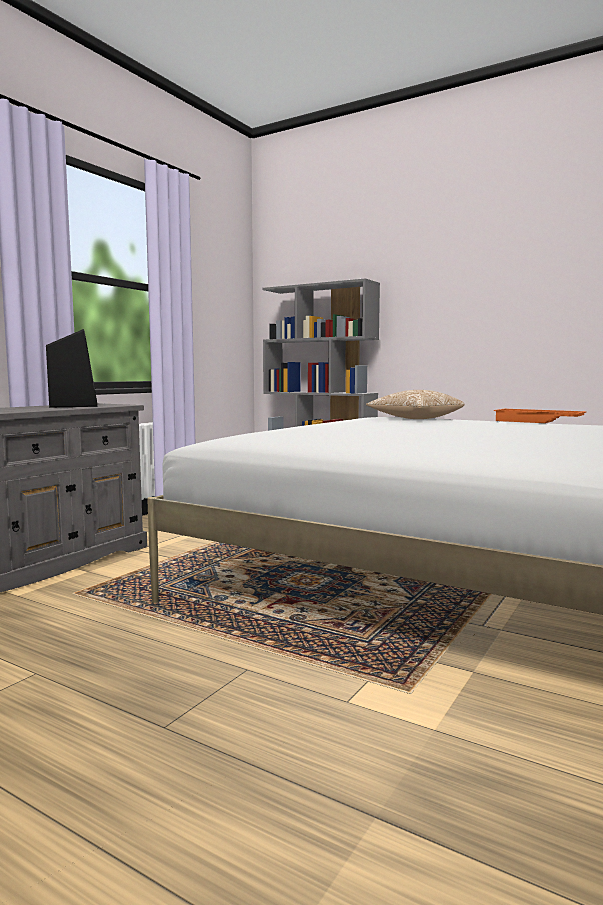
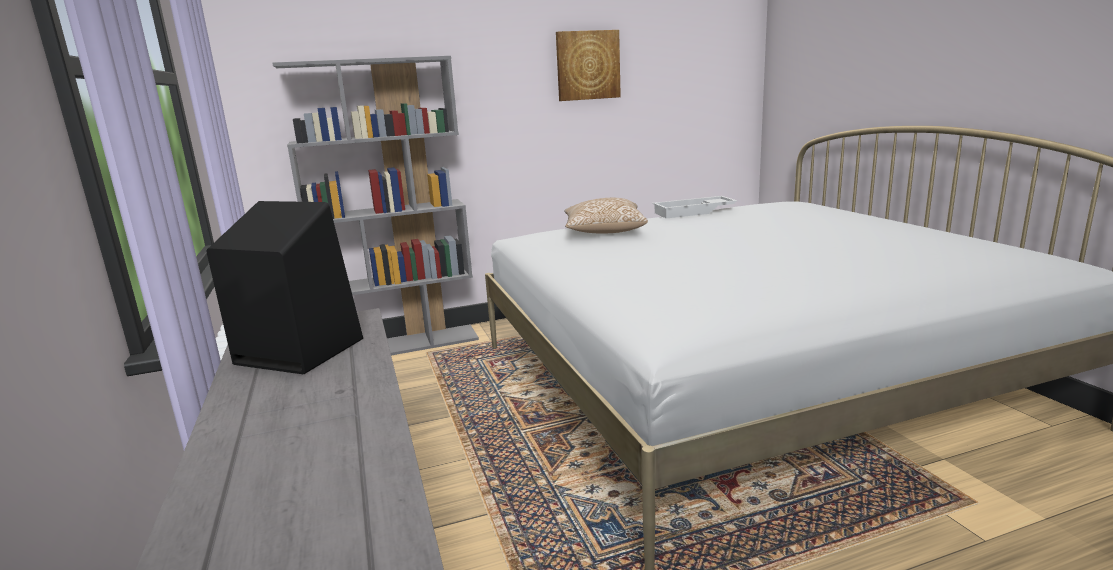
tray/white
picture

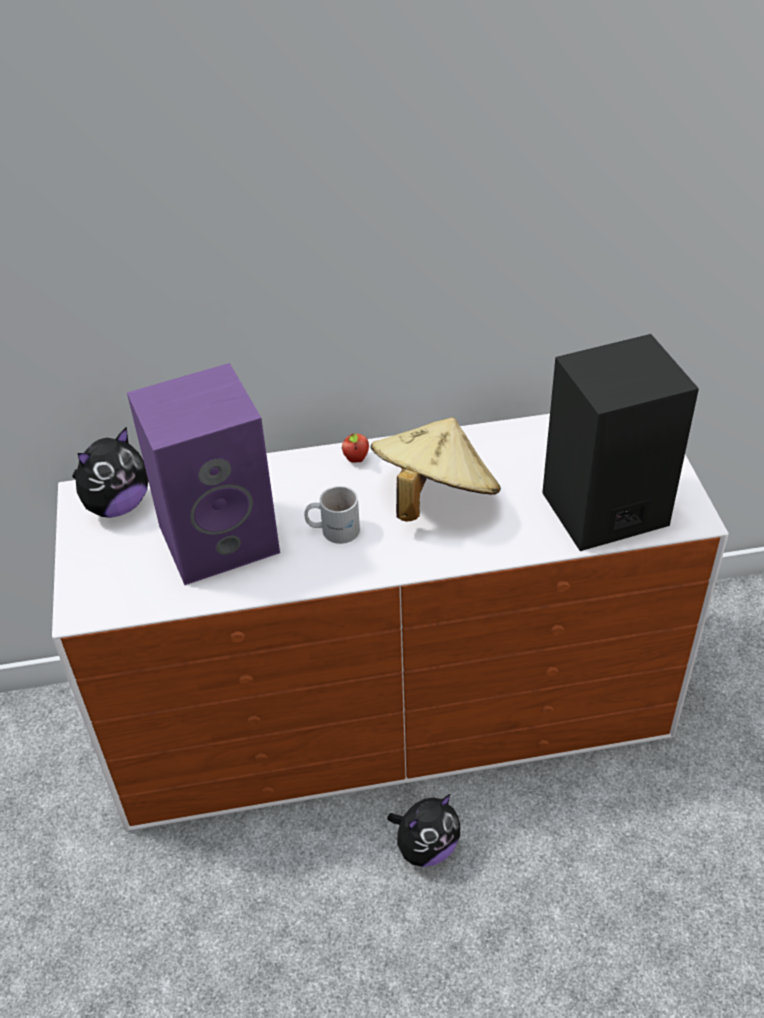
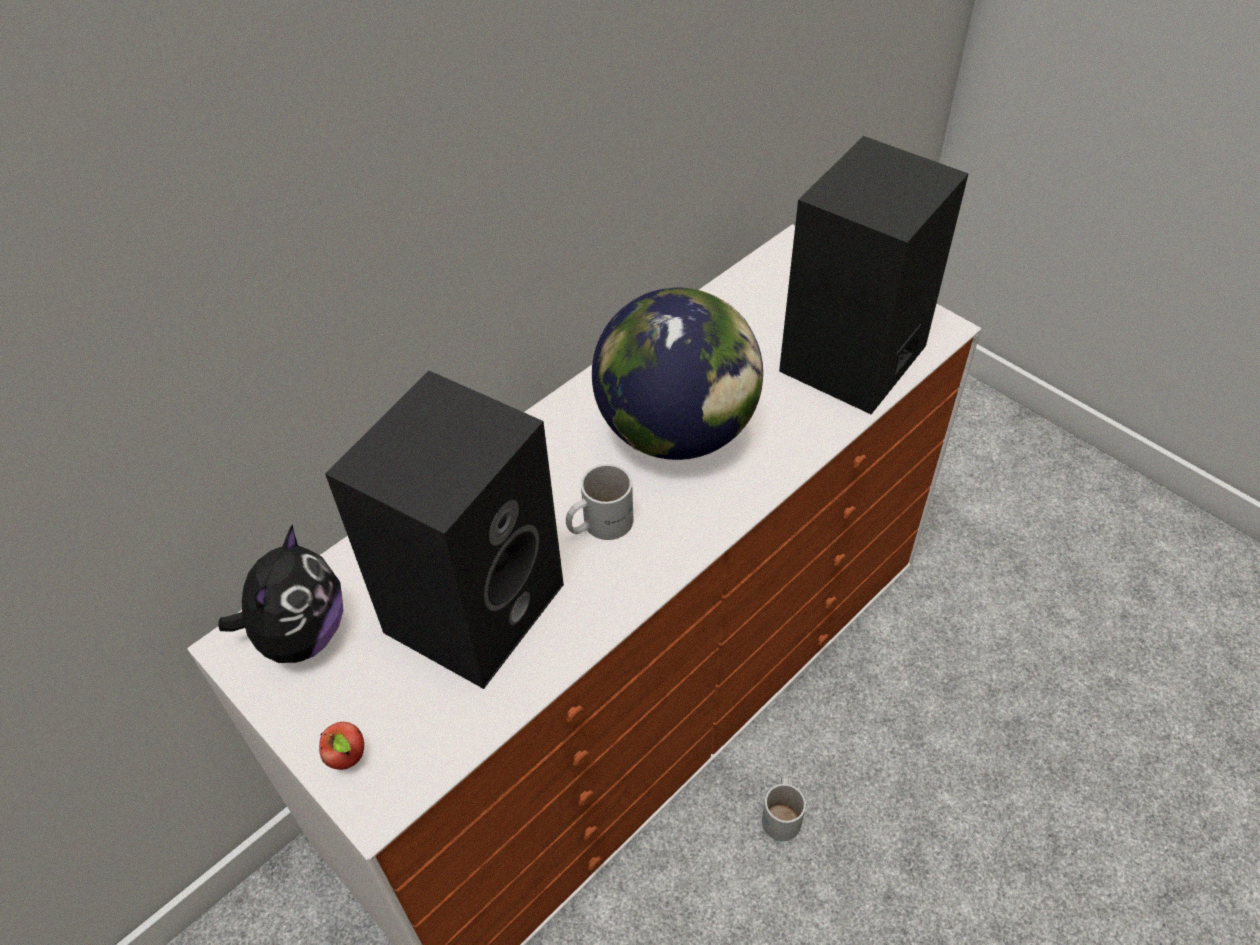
speaker/black (1st from left)
globe
apple
mug/white (2nd from left)

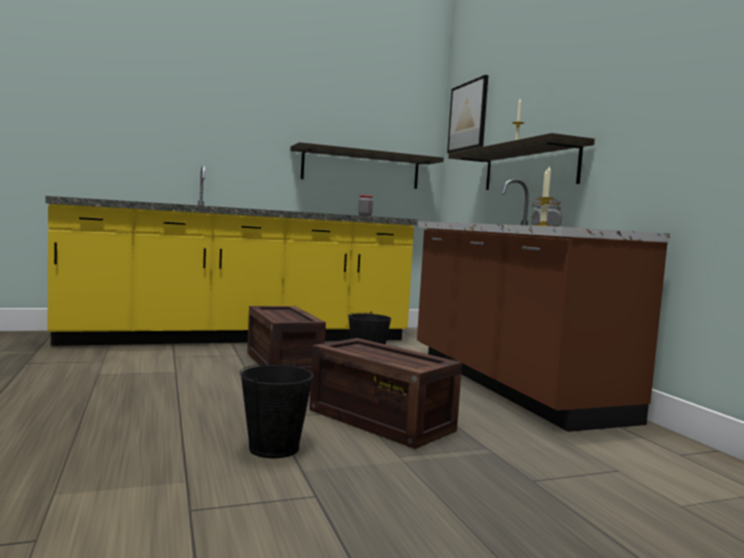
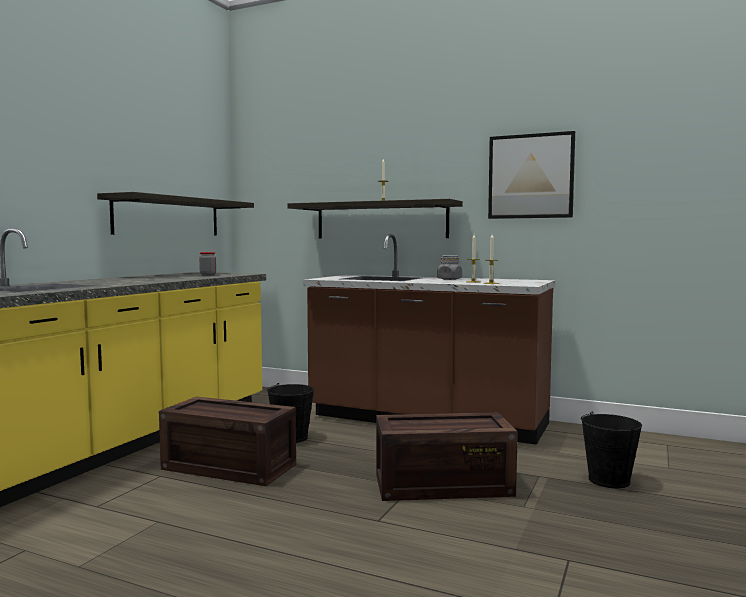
picture
bucket/black (2nd from left)

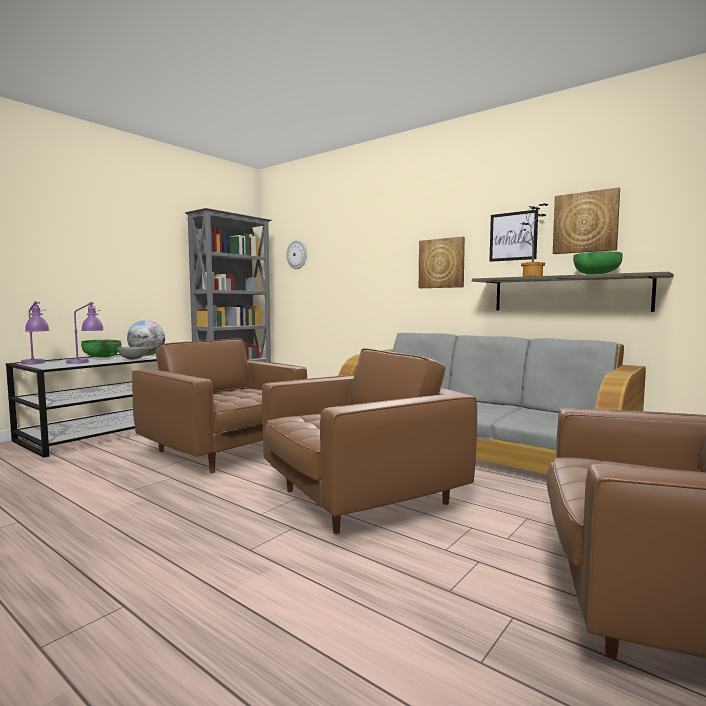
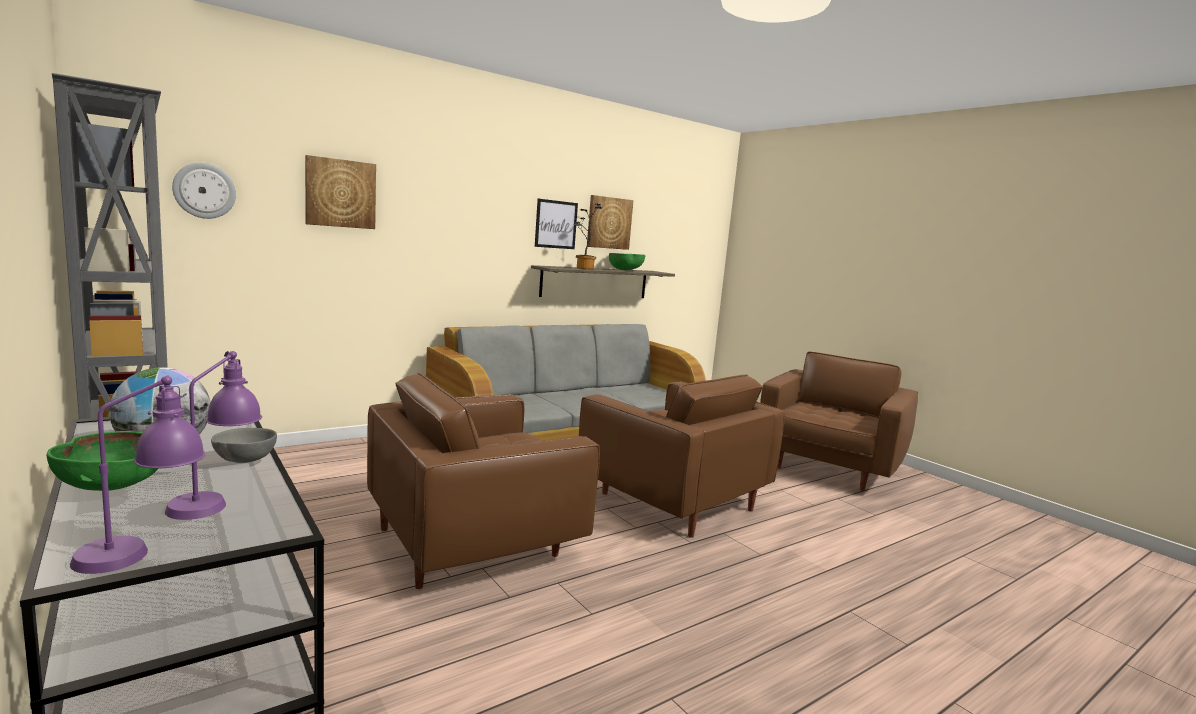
picture (1st from left)
armchair/brown (2nd from left)

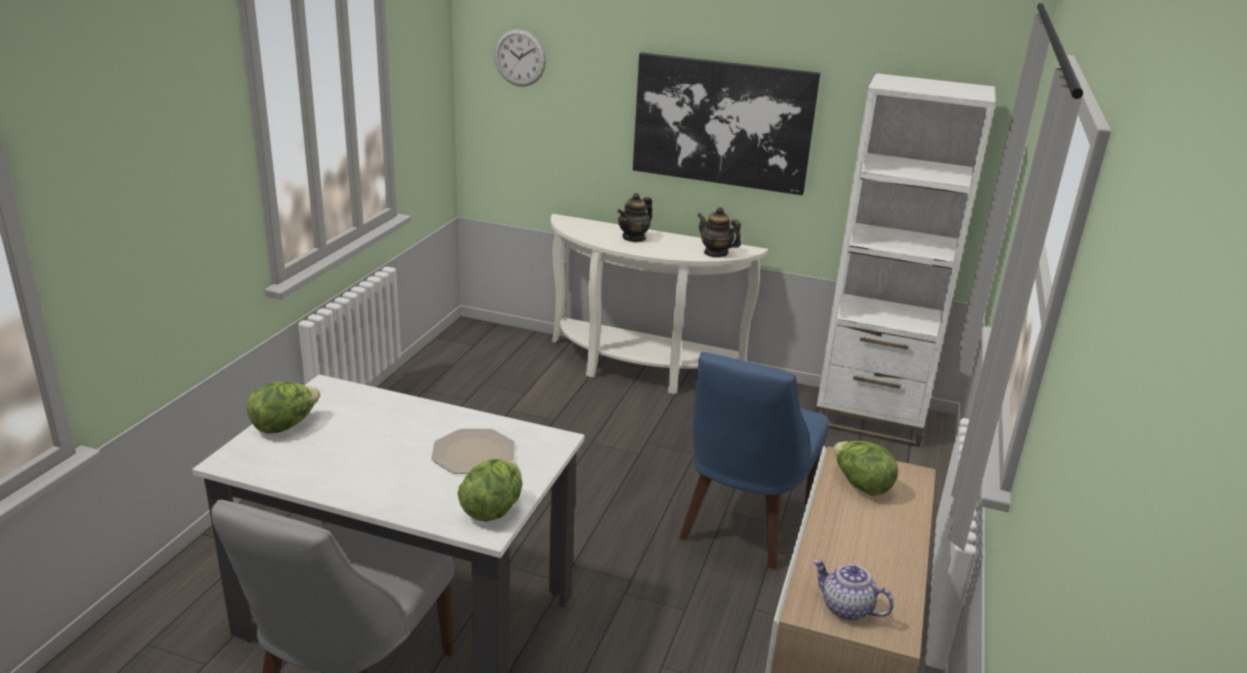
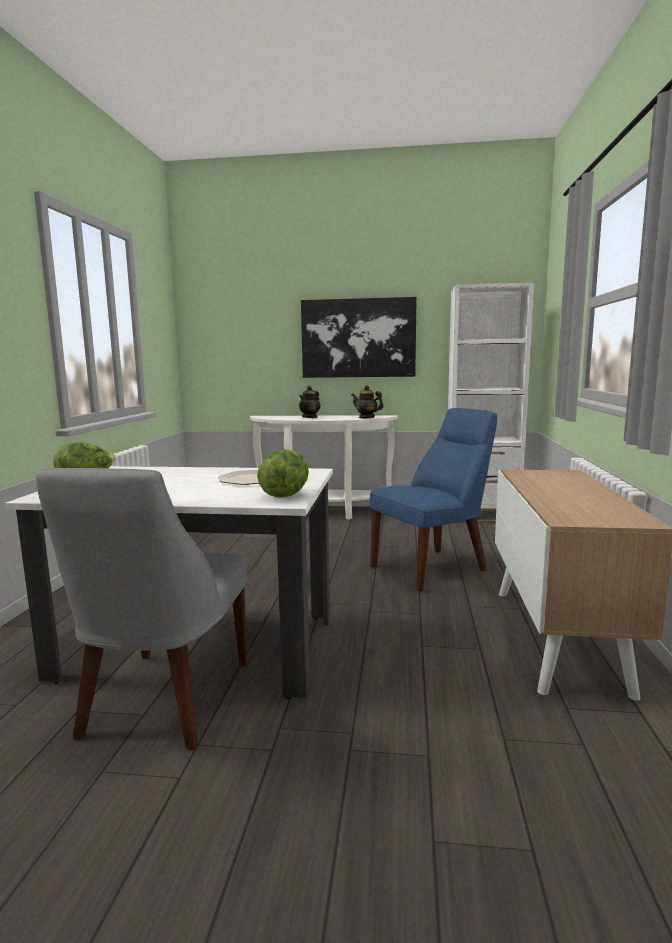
wall clock
chair/blue
lettuce (3rd from left in the first image)
teapot (3rd from left in the first image)

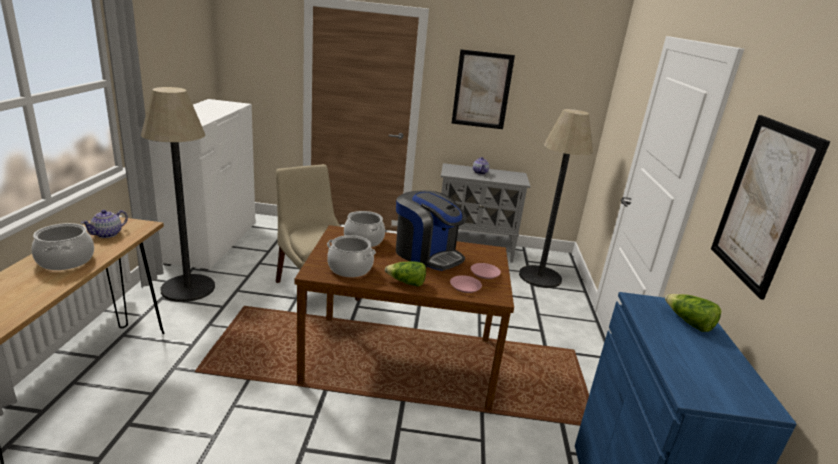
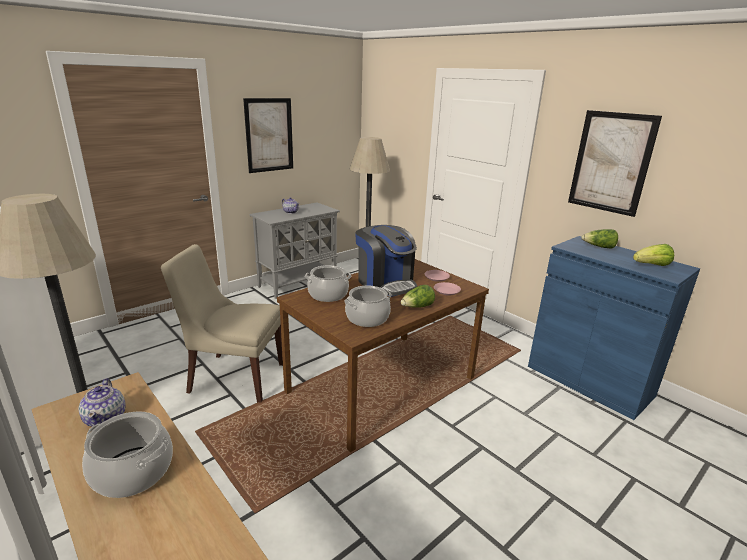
coffee machine
lettuce (3rd from left)

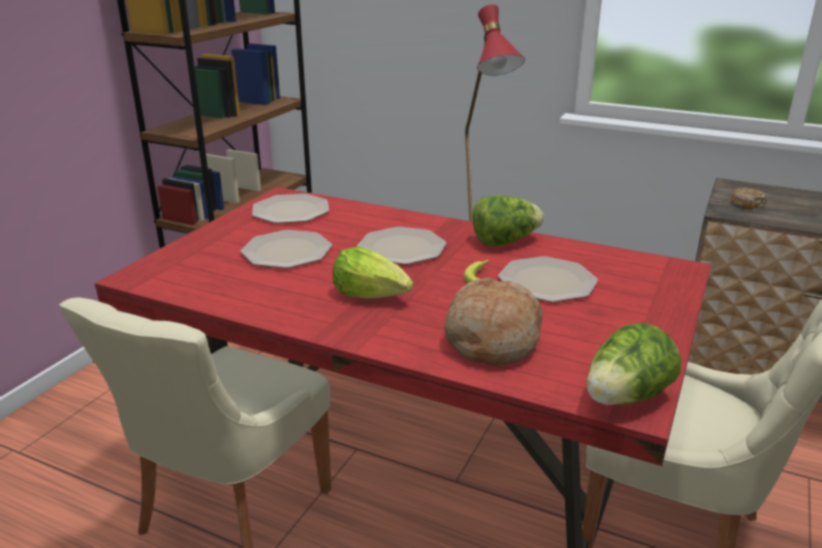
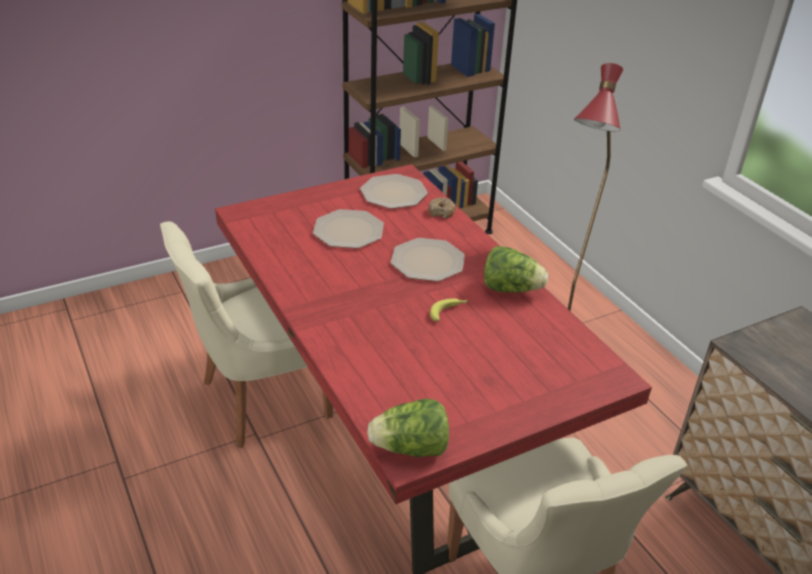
donut
lettuce (1st from left in the first image)
plate (4th from left in the first image)
bread

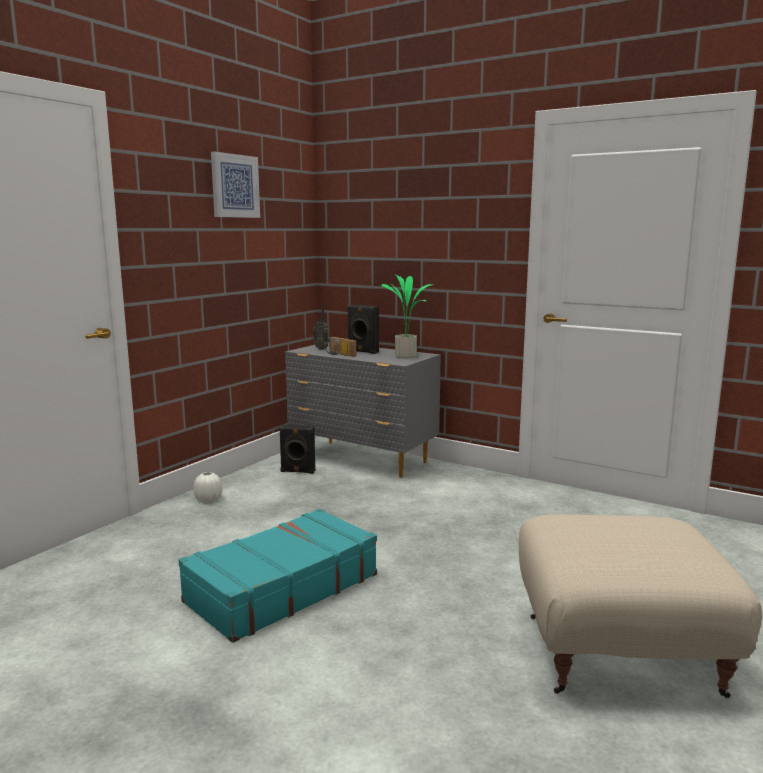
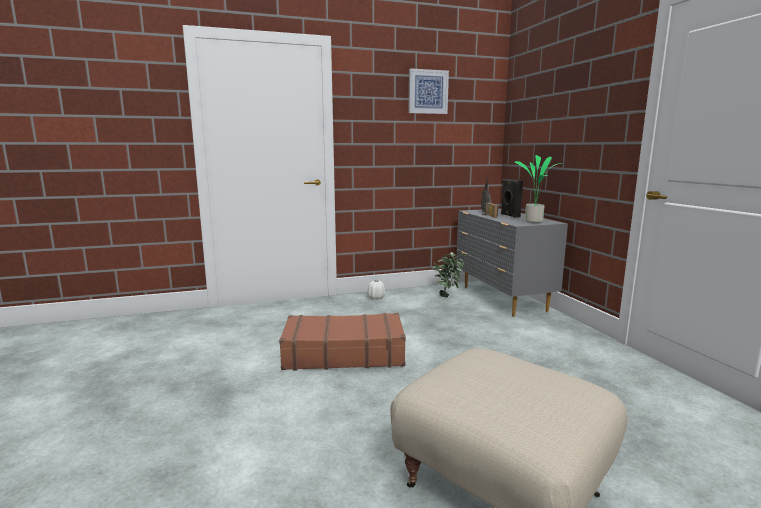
potted plant (1st from left)
suitcase/brown

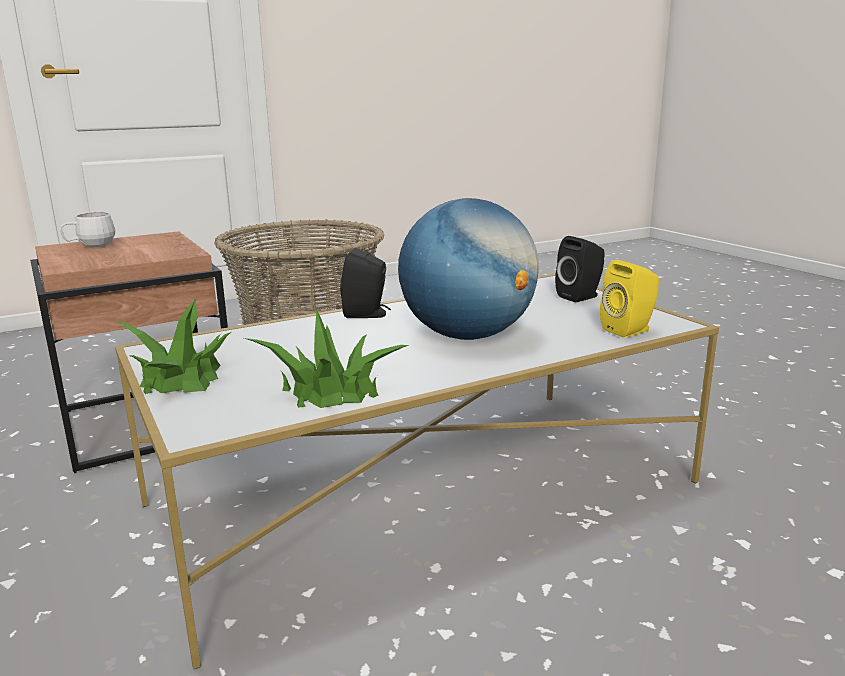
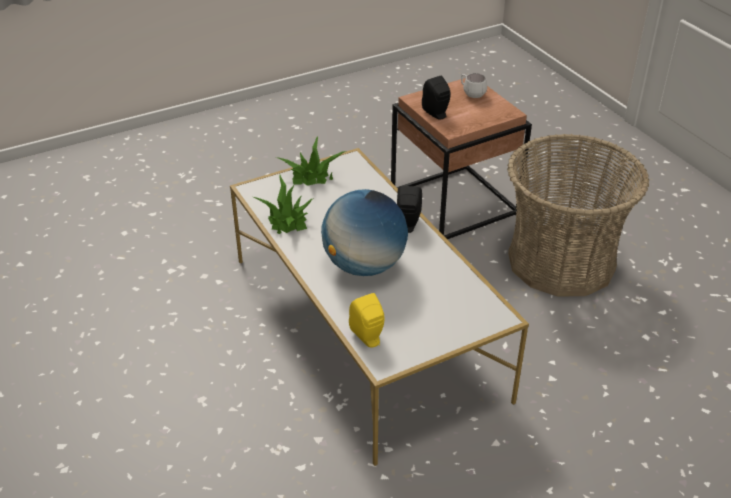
speaker/black (2nd from left)

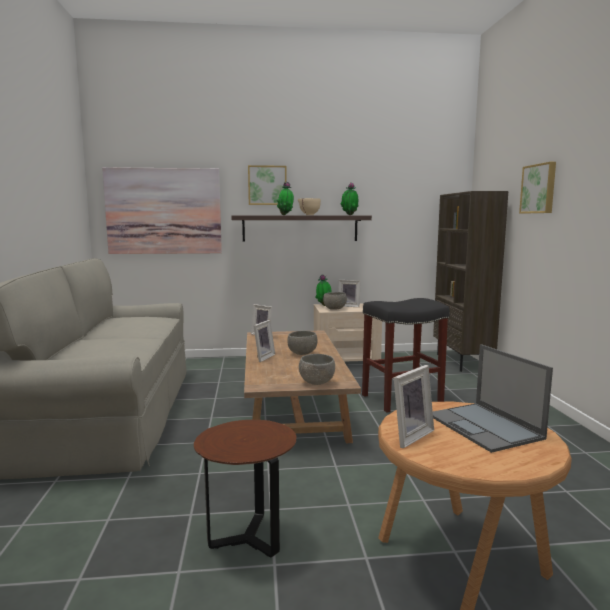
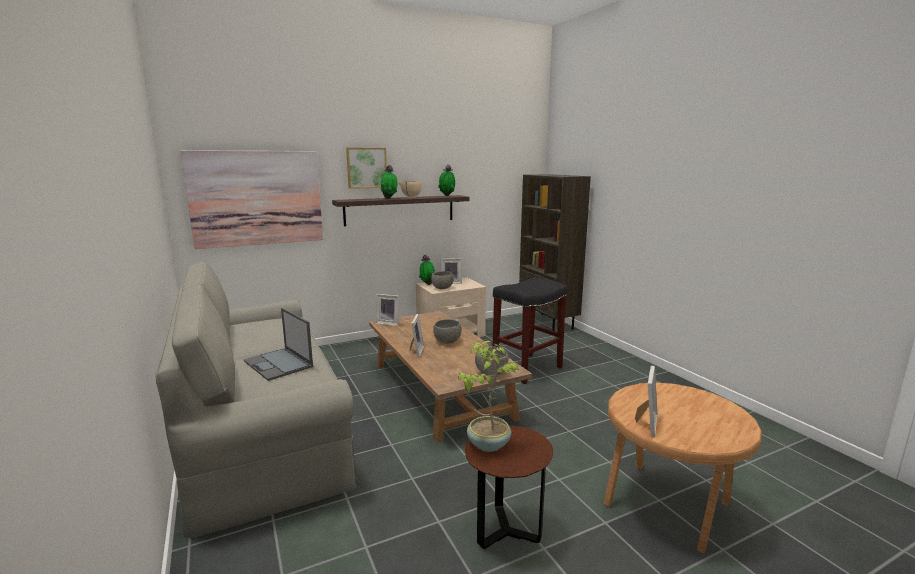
picture (3rd from left in the first image)
laptop
potted plant (4th from left)

